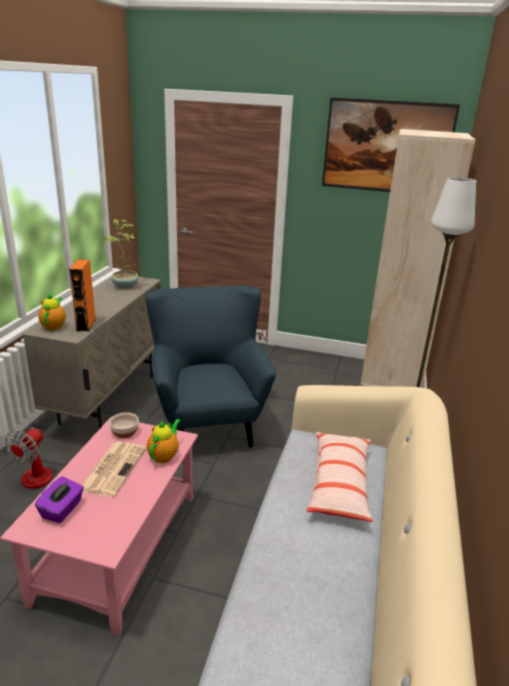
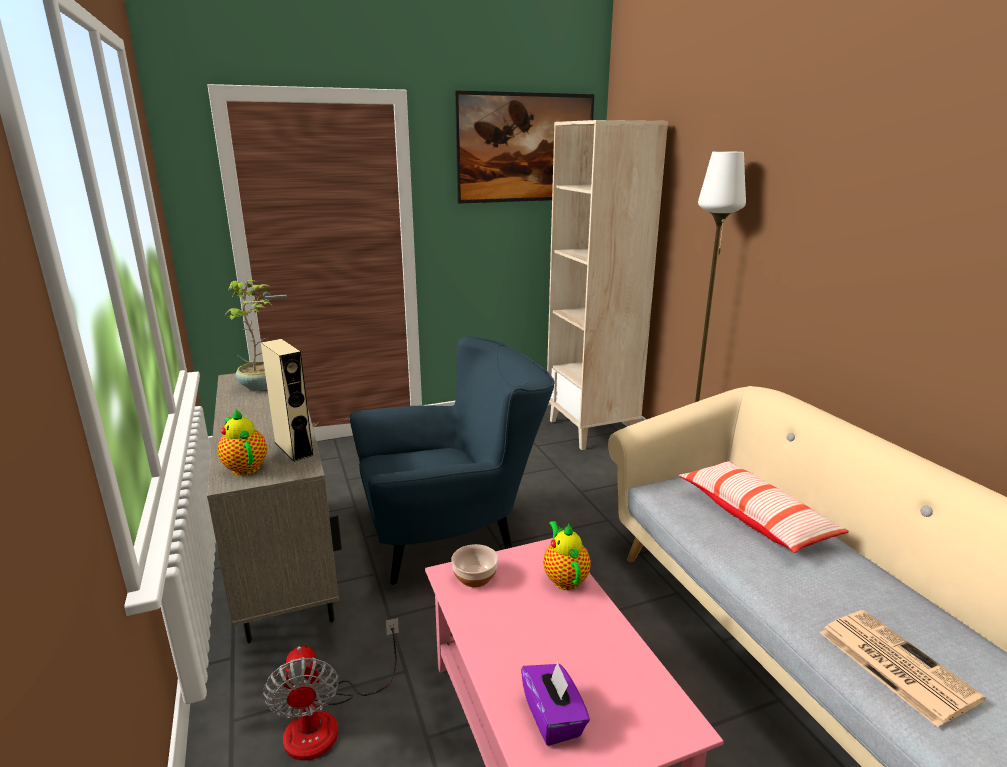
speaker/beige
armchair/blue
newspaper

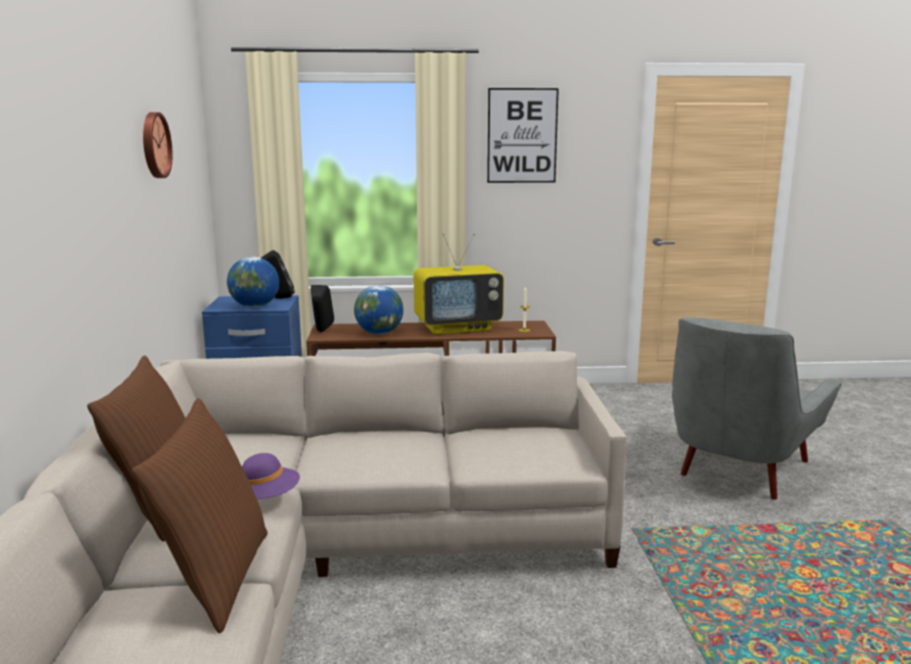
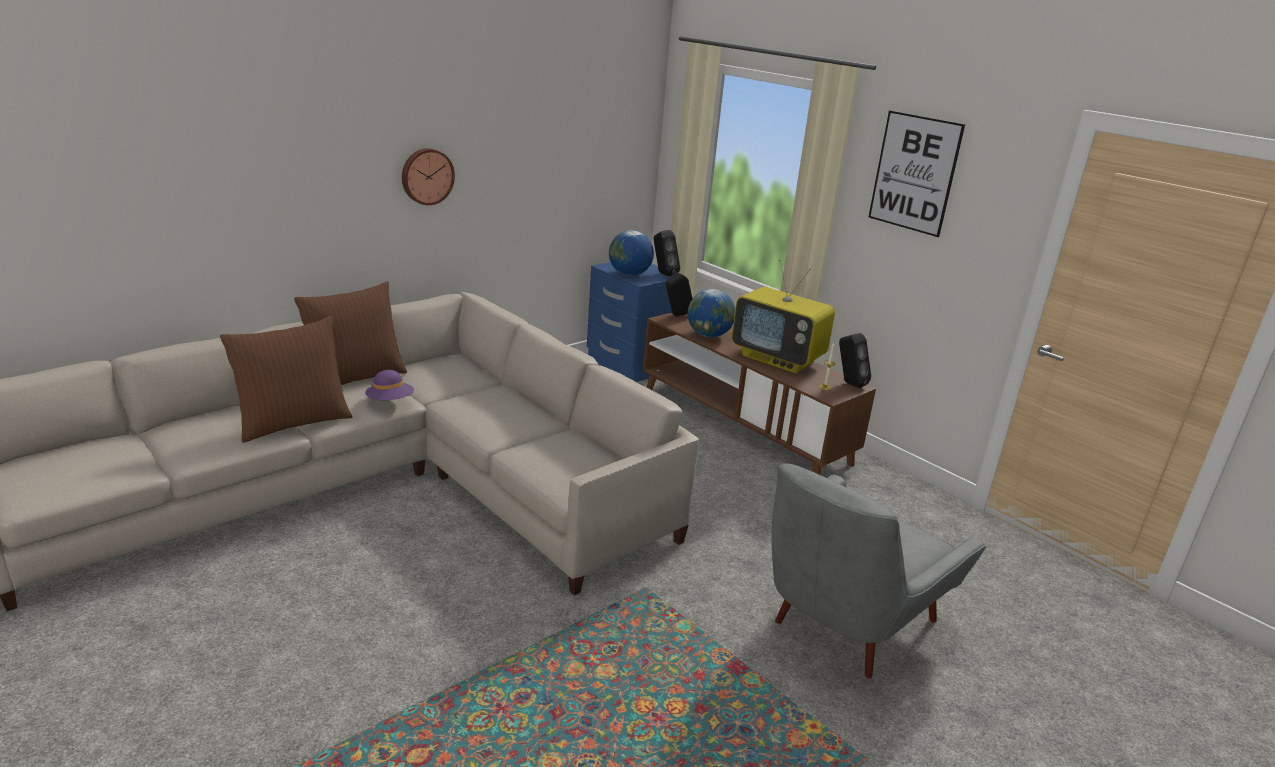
wall clock
armchair/grey
speaker/black (3rd from left)

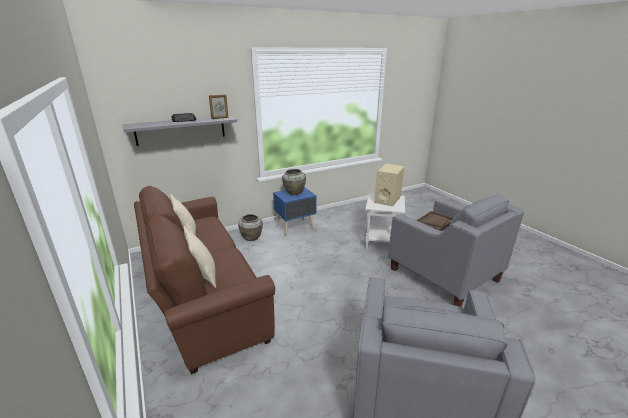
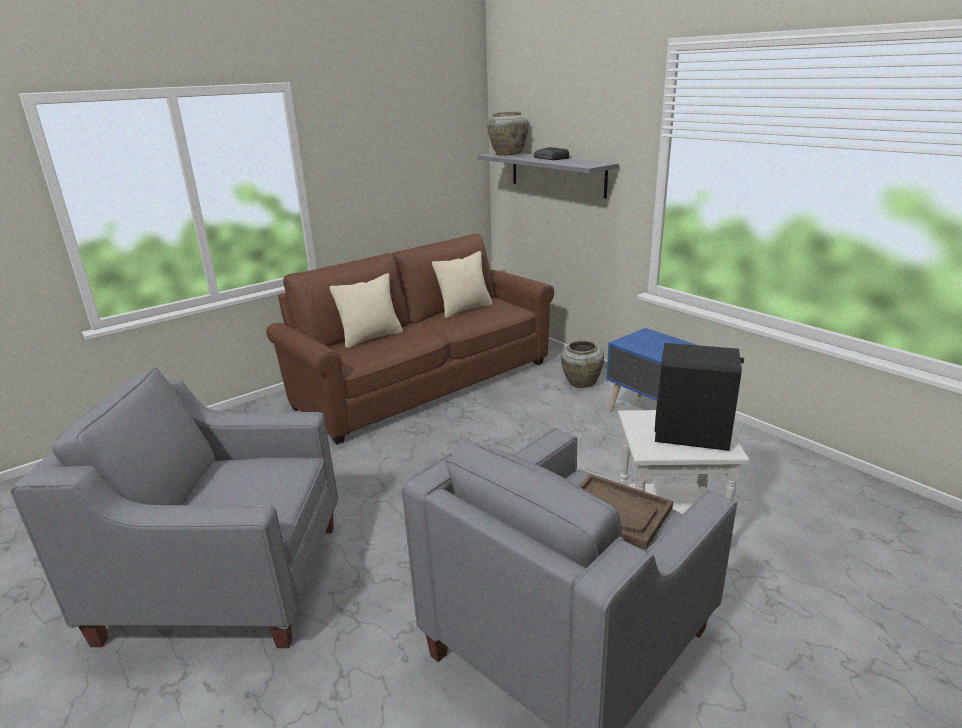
picture frame
speaker/black
vase/beige (1st from left)

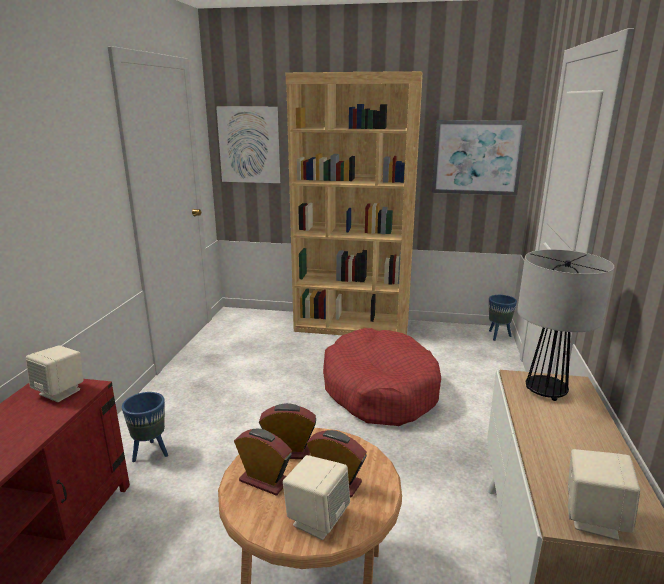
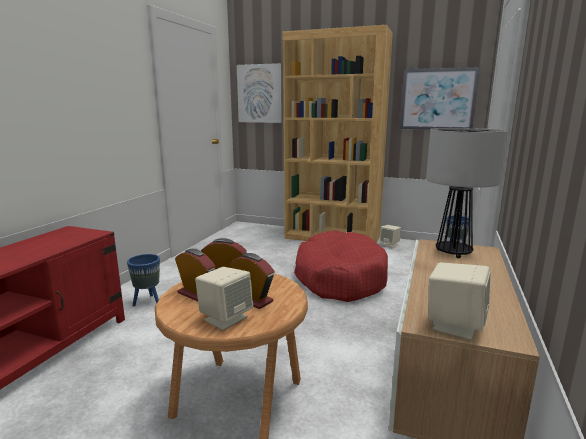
speaker/beige (2nd from left)

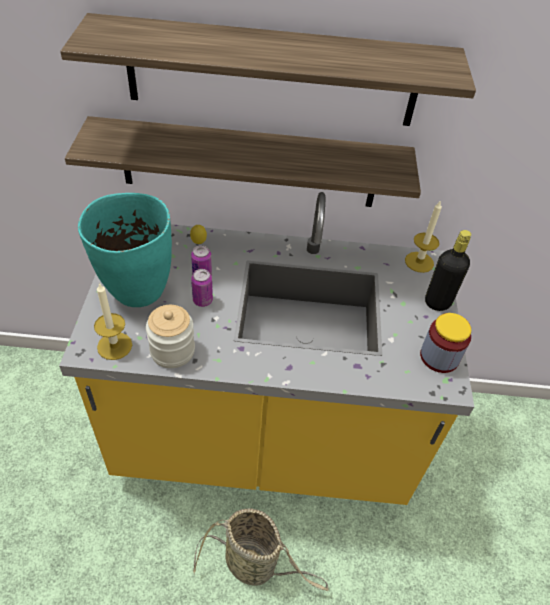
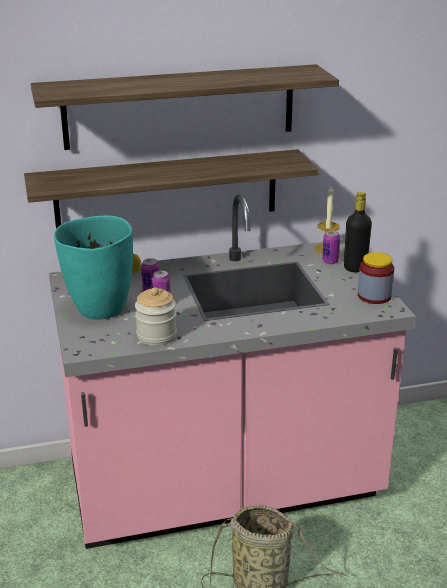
counter/pink
candle (1st from left in the first image)
can (3rd from left)

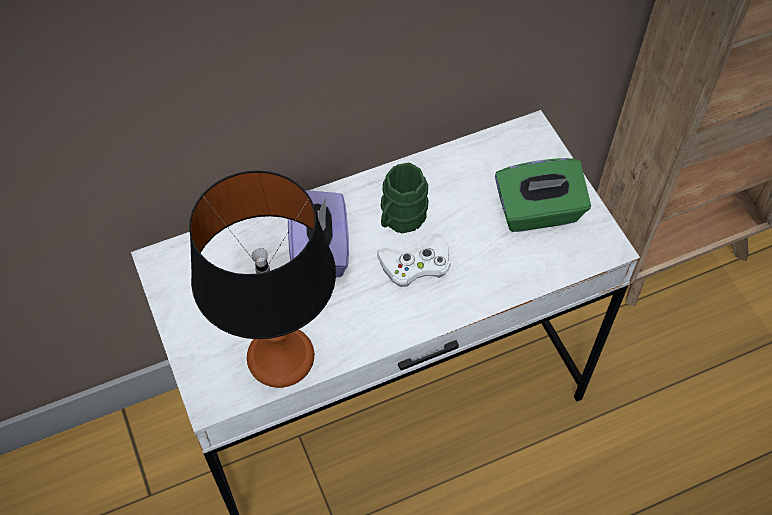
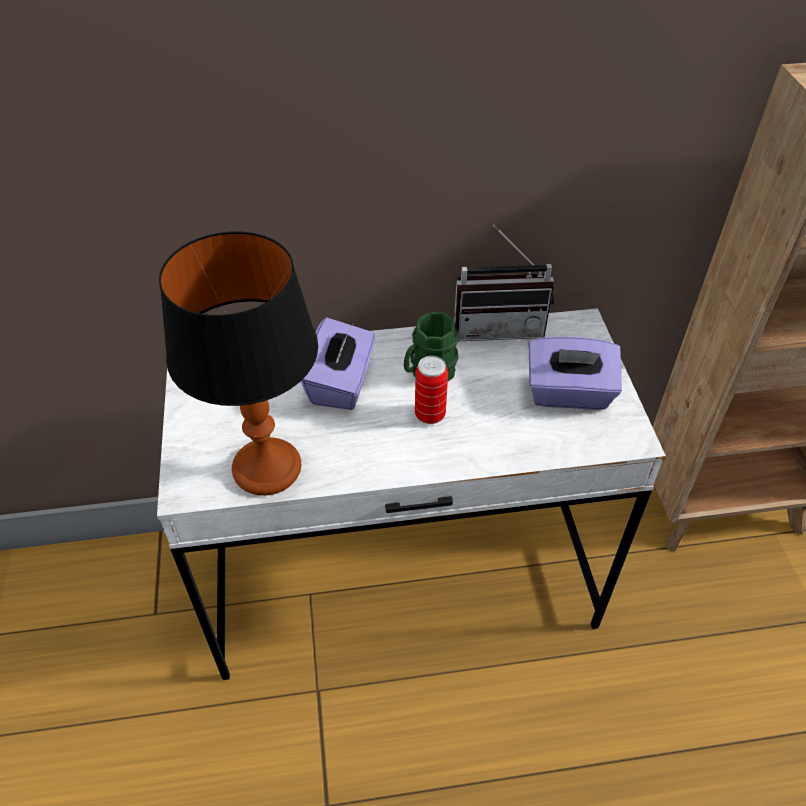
tissue box/purple (2nd from left)
can
radio

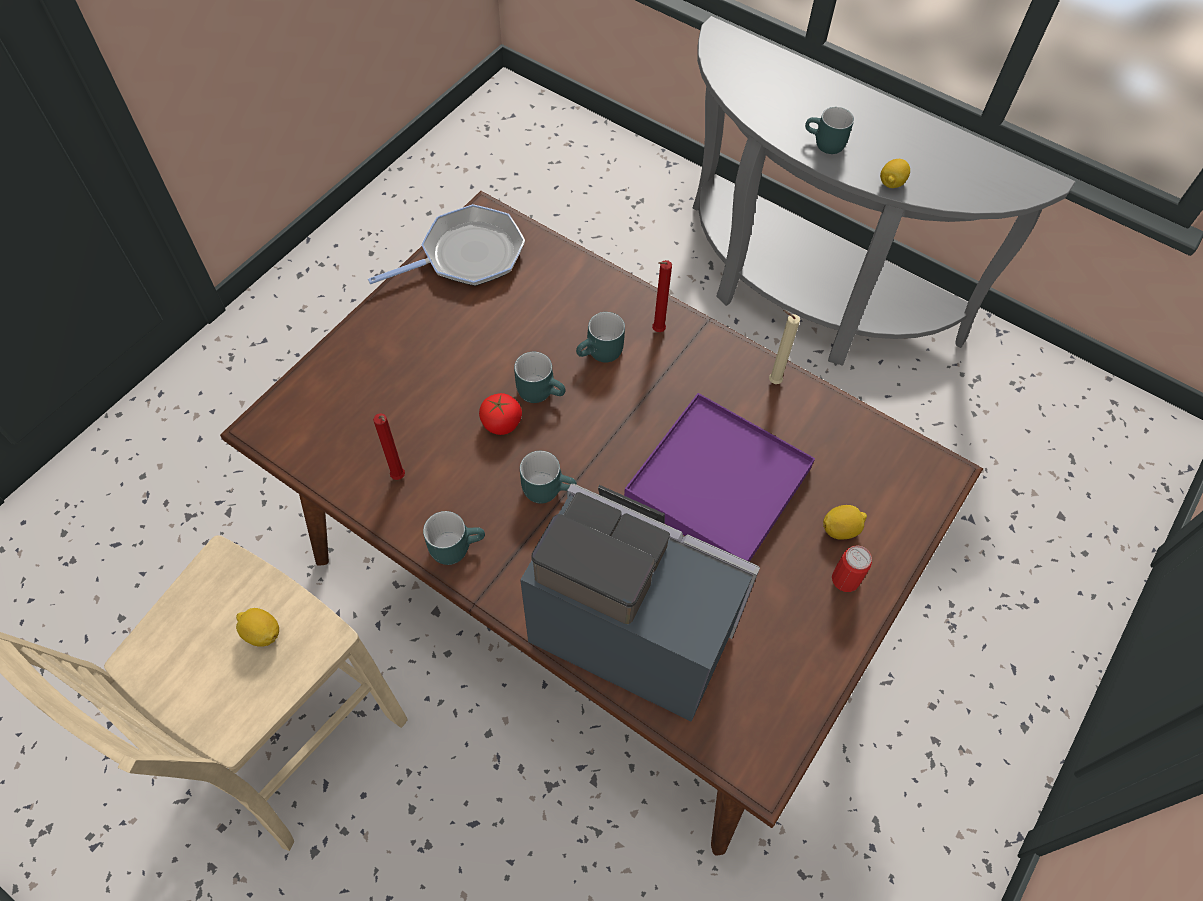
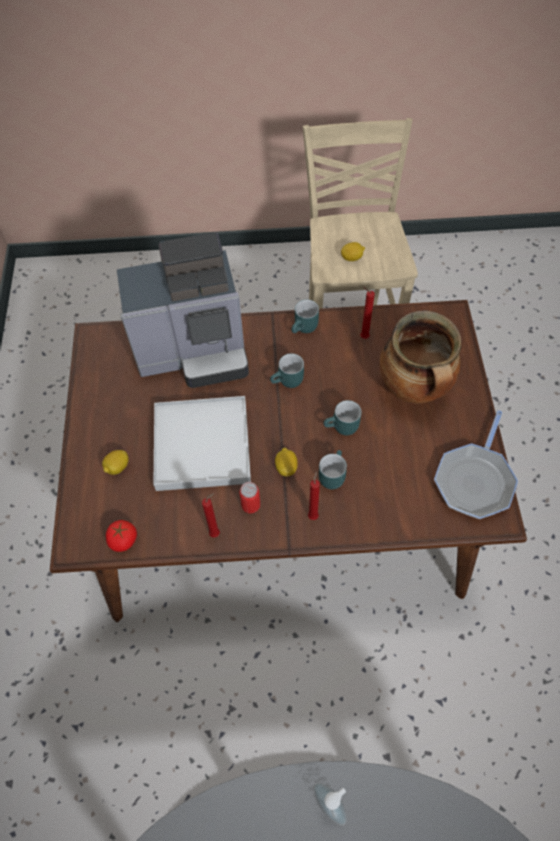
soap dispenser
lemon (2nd from left)
candle/red (1st from left)
tomato
tray/white
can
cooking pot

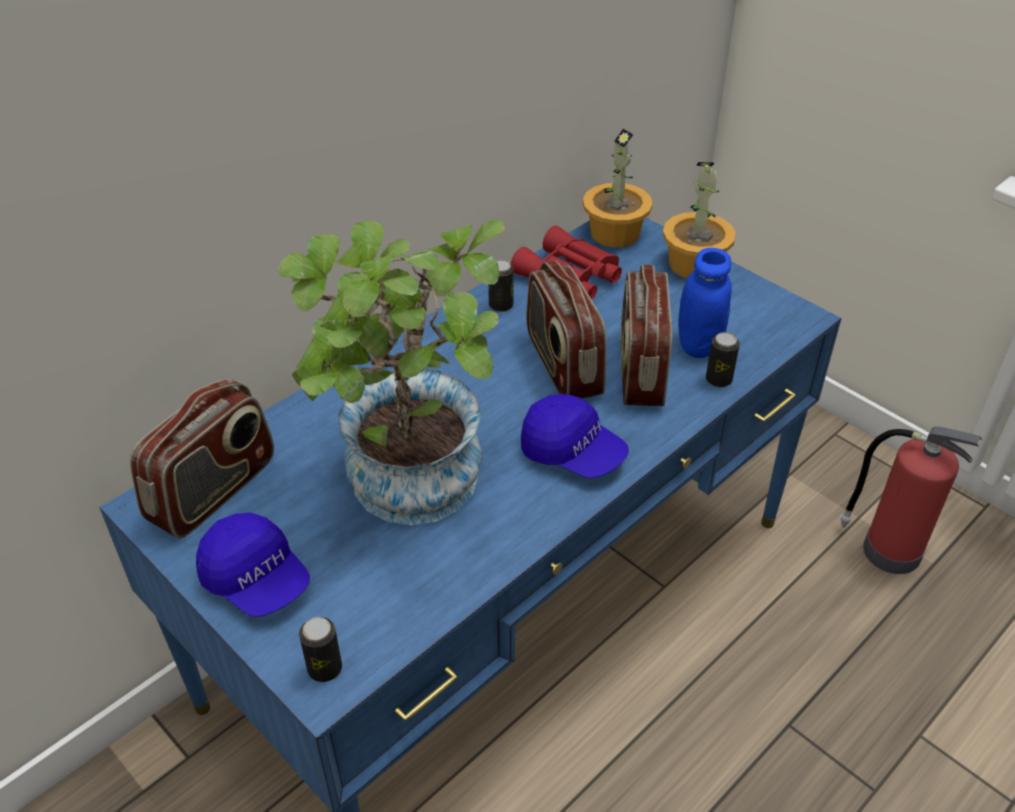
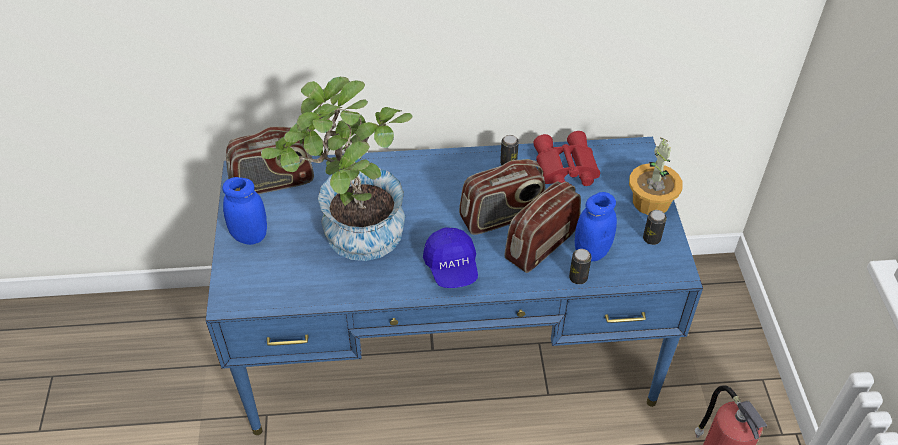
potted plant (2nd from left in the first image)
radio (2nd from left)
jar/blue (1st from left)
can (3rd from left)

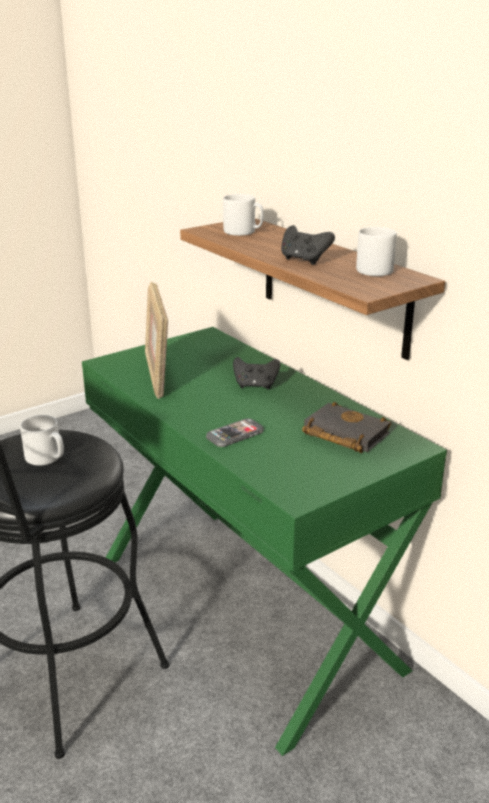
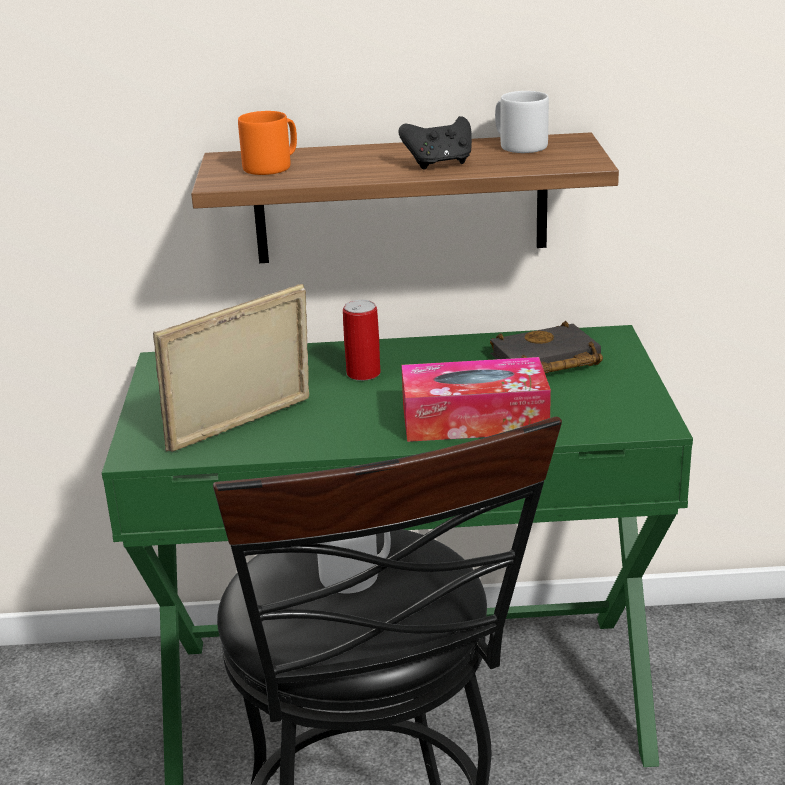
mug/orange
picture frame
can
tissue box

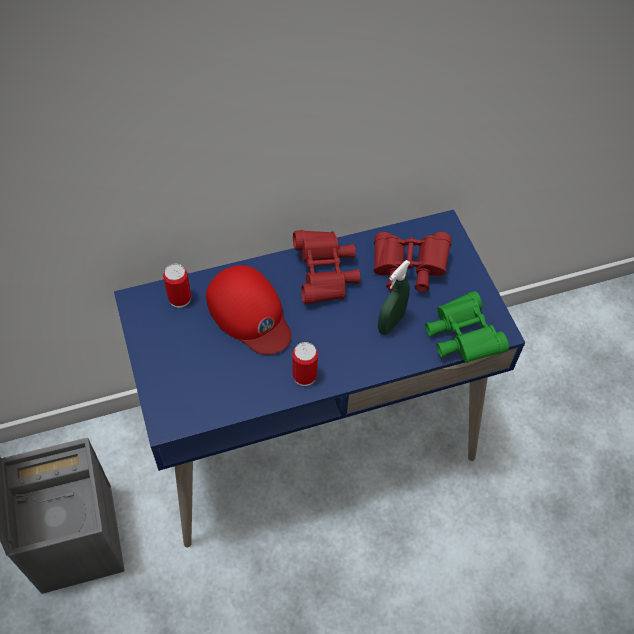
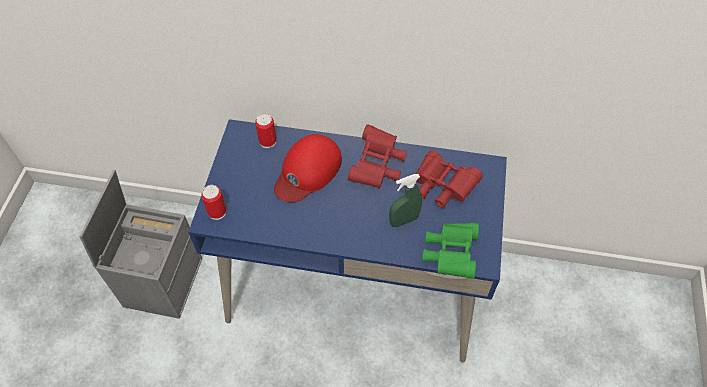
cap/red
can (1st from left)

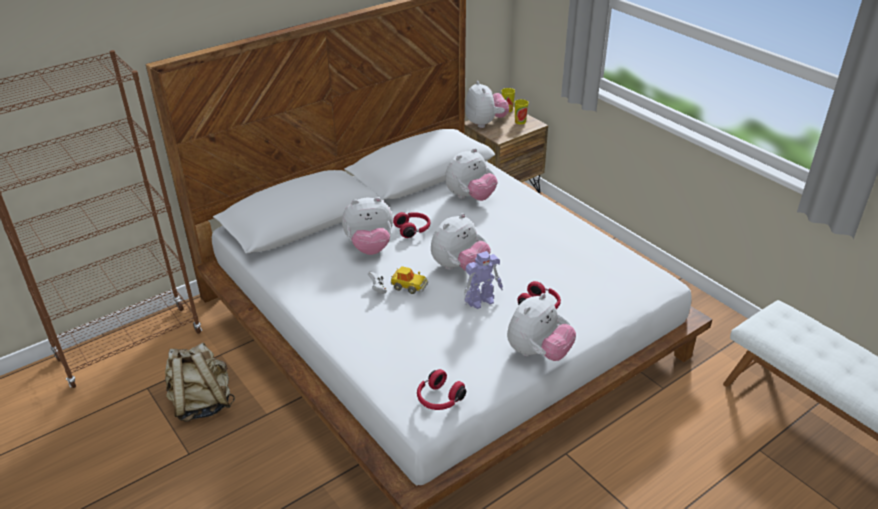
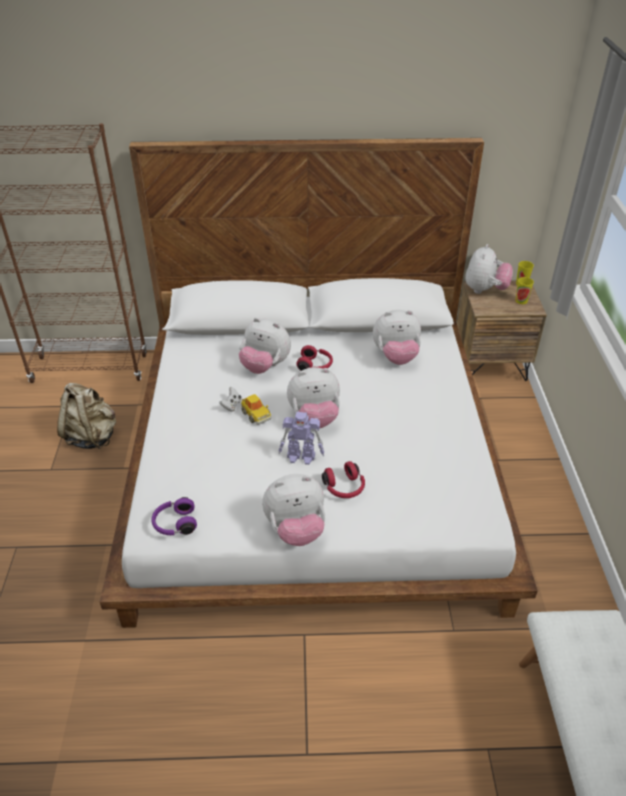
headphones/purple

